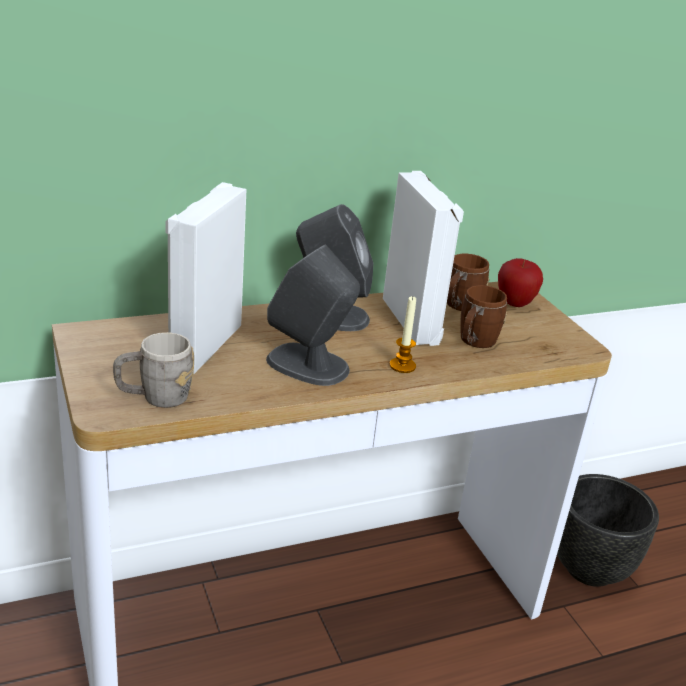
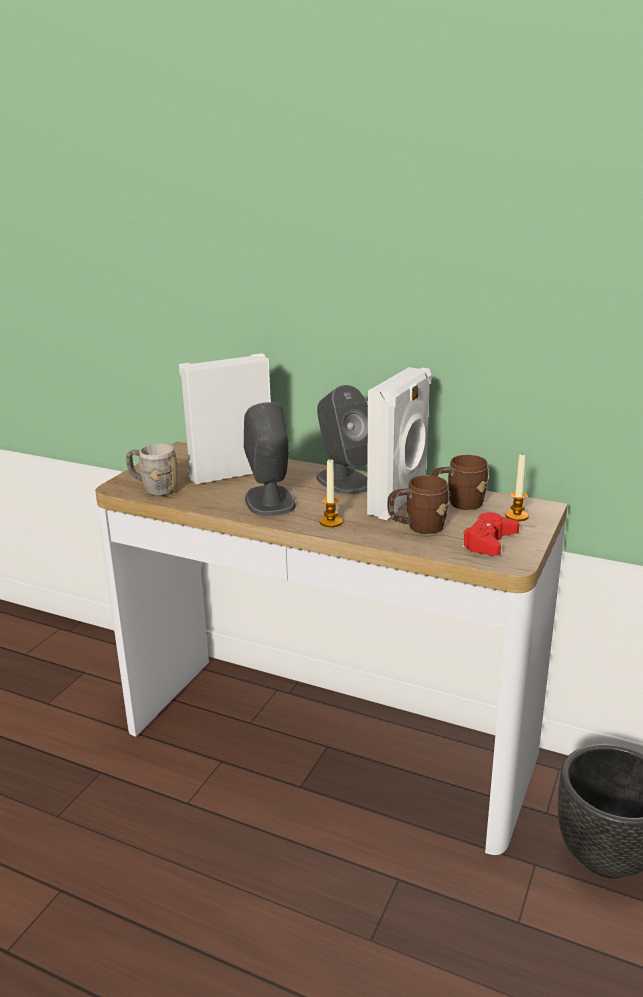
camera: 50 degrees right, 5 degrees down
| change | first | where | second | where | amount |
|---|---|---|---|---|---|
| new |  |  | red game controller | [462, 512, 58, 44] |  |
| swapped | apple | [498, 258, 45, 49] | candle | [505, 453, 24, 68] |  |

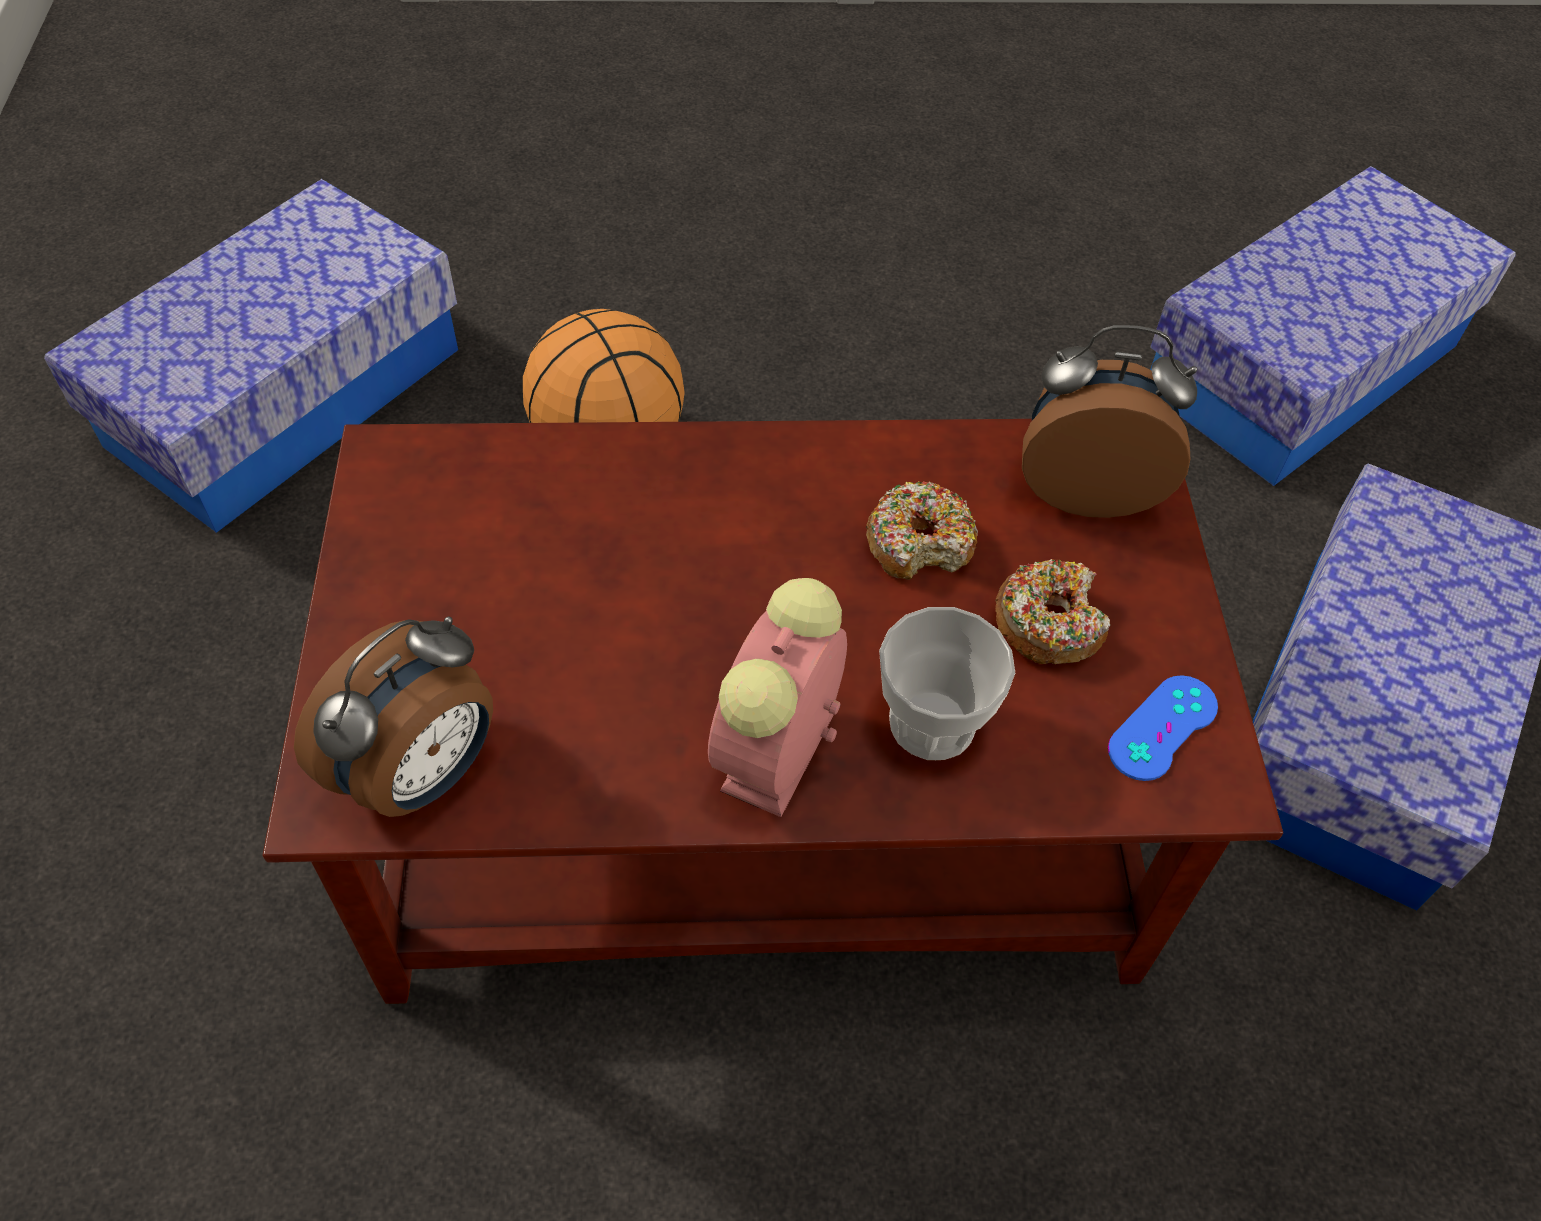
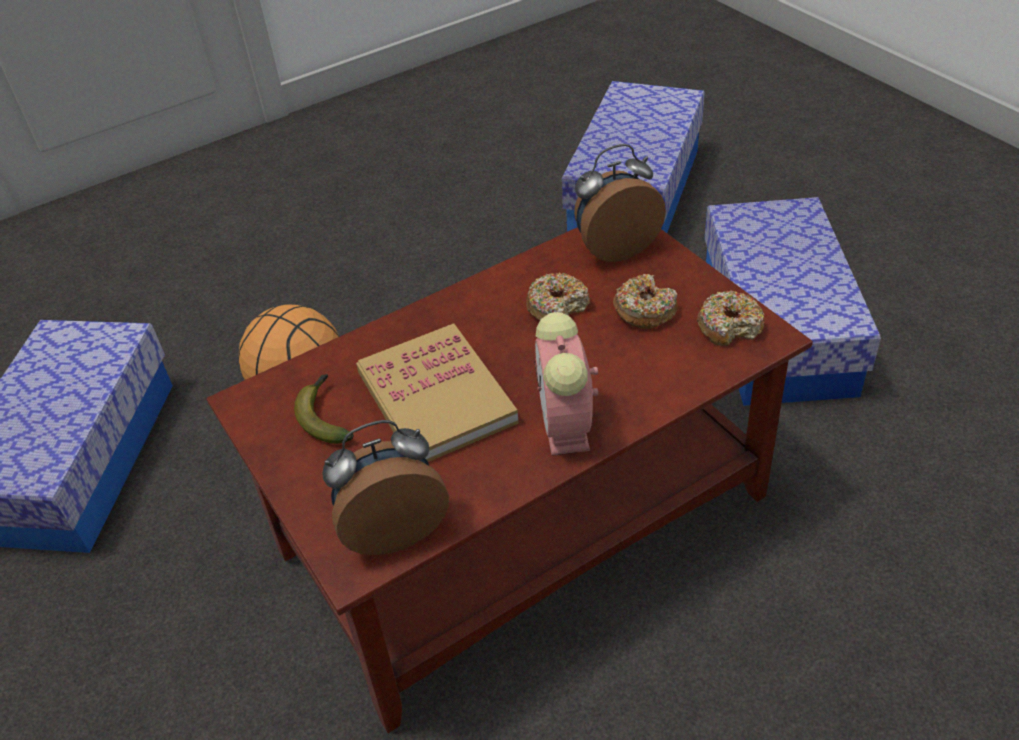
camera: 25 degrees left, 10 degrees down
| change | first | where | second | where | amount |
|---|---|---|---|---|---|
| gone | cup | [879, 607, 136, 153] |  |  |  |
| new |  |  | banana | [294, 374, 60, 70] |  |
| new |  |  | book | [356, 323, 163, 139] |  |
| swapped | blue game controller | [1108, 676, 110, 105] | donut | [697, 291, 68, 55] |  |
| rotated | alarm clock | [294, 616, 199, 201] |  | [322, 420, 127, 135] | 120 degrees counterclockwise |

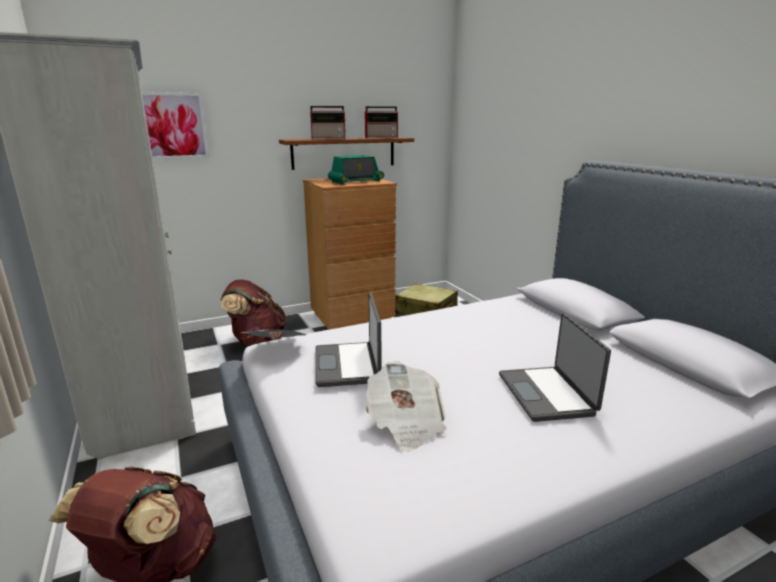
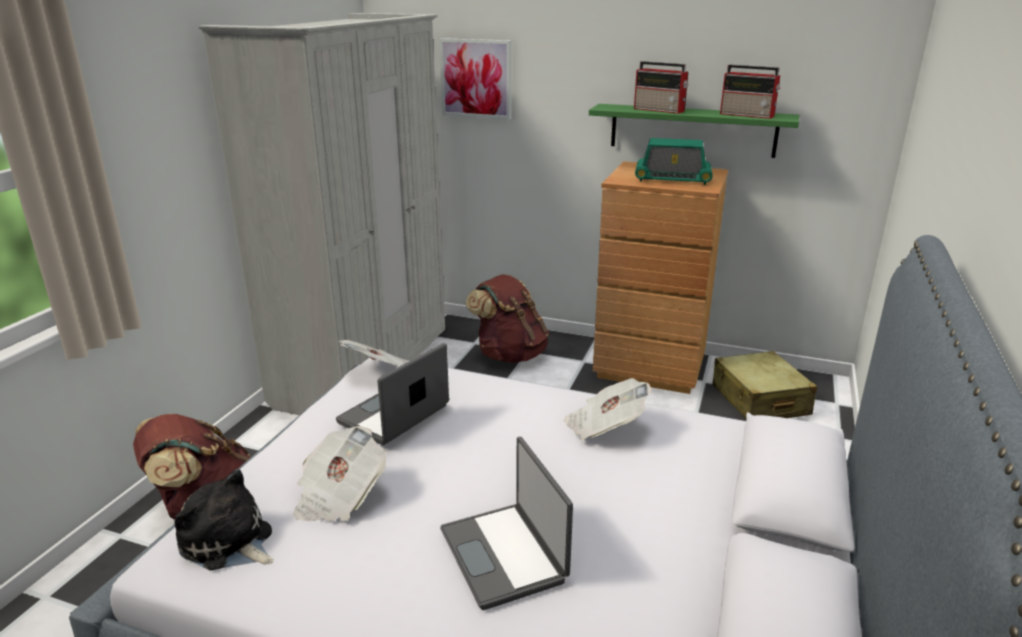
camera: 45 degrees right, 5 degrees up
| change | first | where | second | where | amount |
|---|---|---|---|---|---|
| new |  |  | plush toy | [174, 469, 100, 102] |  |
| new |  |  | newspaper | [564, 378, 88, 62] |  |
| repainted | brown shelf | [279, 137, 135, 33] | green shelf | [589, 104, 210, 54] |  |
| rotated | laptop | [499, 313, 112, 109] |  | [440, 437, 133, 173] | 60 degrees counterclockwise |

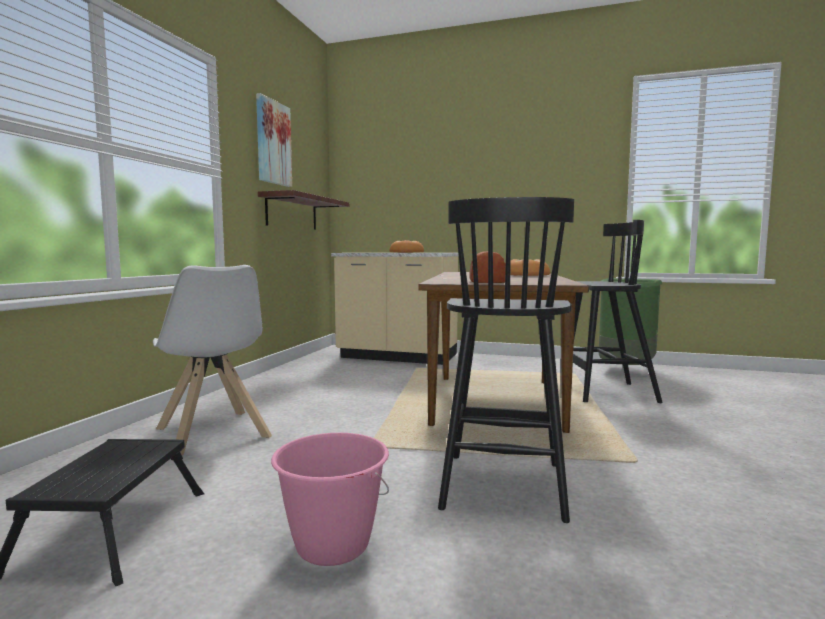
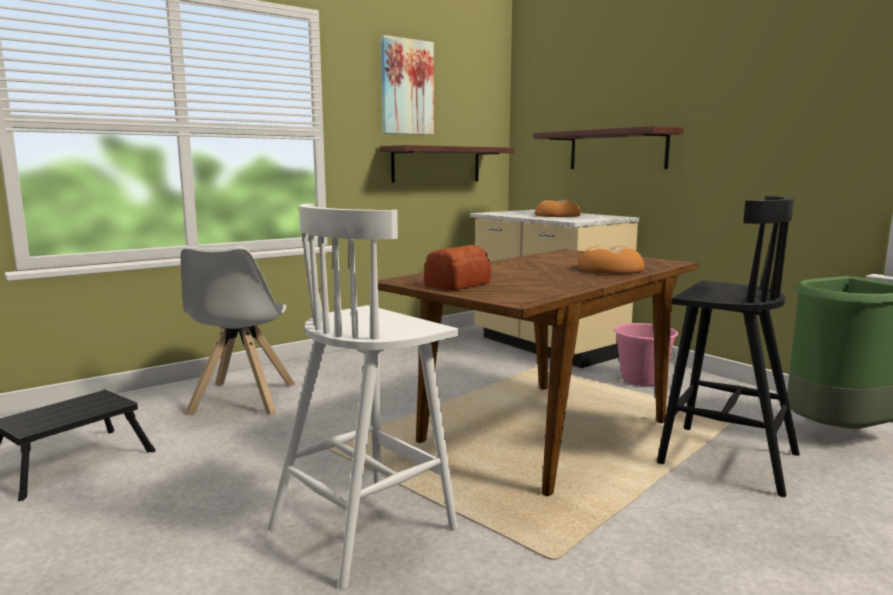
camera: 35 degrees right, 5 degrees up
| change | first | where | second | where | amount |
|---|---|---|---|---|---|
| new |  |  | shelf | [533, 126, 151, 43] |  |
| shifted | pink bucket | [271, 433, 118, 133] |  | [614, 323, 64, 63] |  |
| repainted | black stool | [438, 197, 136, 326] | white stool | [268, 204, 191, 386] |  |

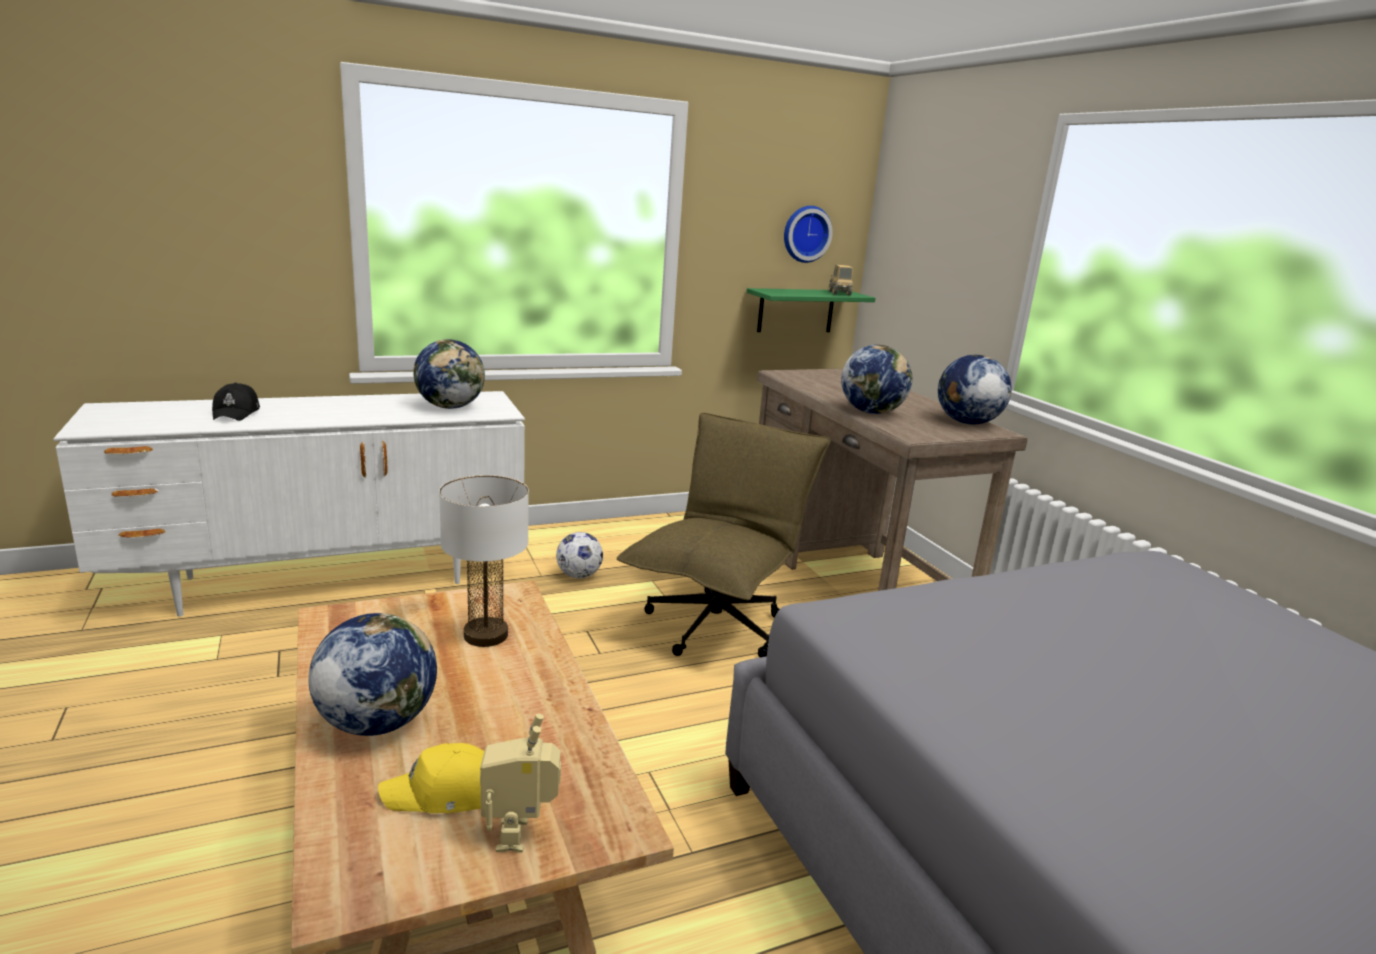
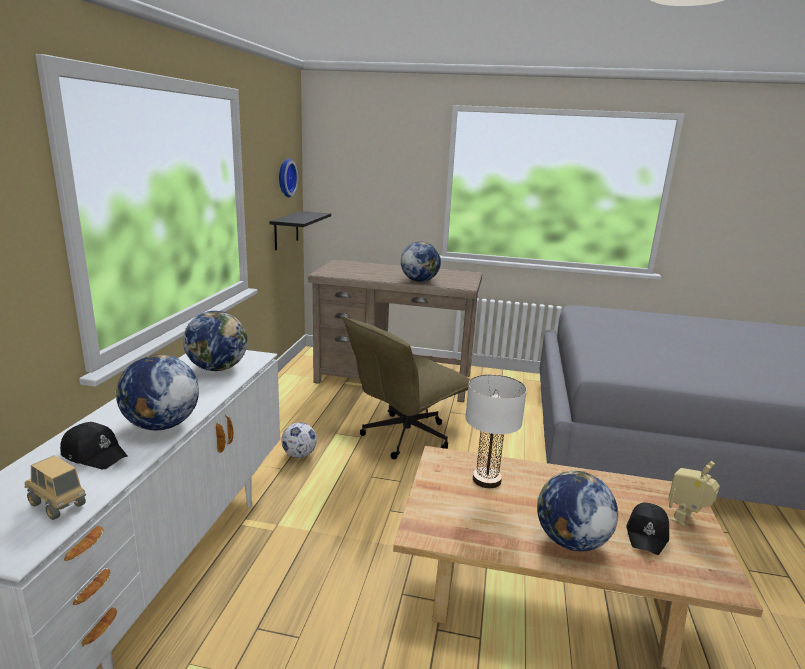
camera: 55 degrees left, 0 degrees up
| change | first | where | second | where | amount |
|---|---|---|---|---|---|
| shifted | toy truck | [829, 265, 24, 30] |  | [24, 455, 62, 65] |  |
| shifted | globe | [938, 355, 74, 69] |  | [115, 354, 84, 76] |  |
| repainted | yellow cap | [378, 743, 106, 70] | black cap | [626, 503, 43, 52] |  |
| repainted | green shelf | [746, 288, 130, 44] | black shelf | [269, 211, 62, 39] |  |
| rotated | toy robot | [480, 713, 81, 139] |  | [668, 461, 52, 65] | 105 degrees clockwise |
| rotated | beige office chair | [617, 413, 214, 244] |  | [343, 317, 127, 142] | 105 degrees counterclockwise |

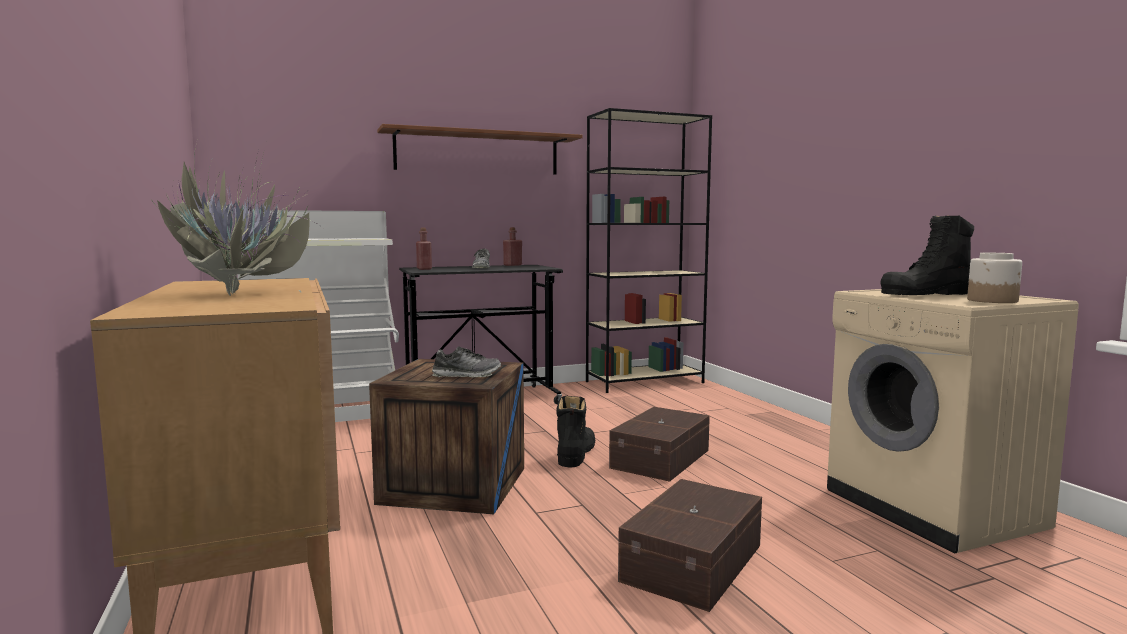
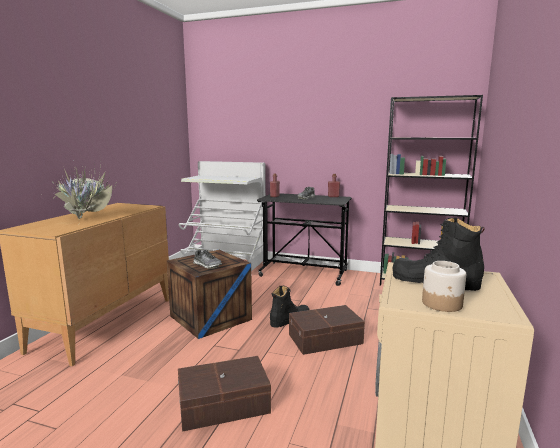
camera: 40 degrees right, 5 degrees up
| change | first | where | second | where | amount |
|---|---|---|---|---|---|
| gone | brown shelf | [377, 124, 206, 51] |  |  |  |

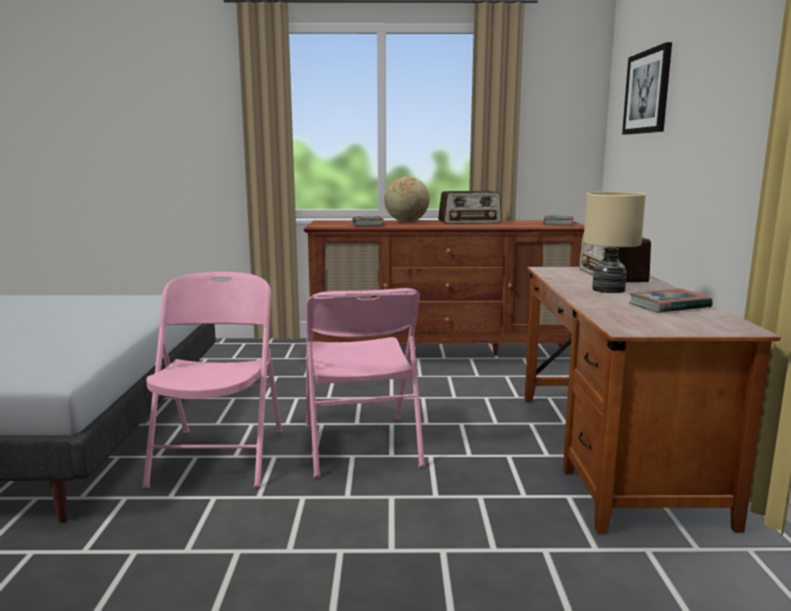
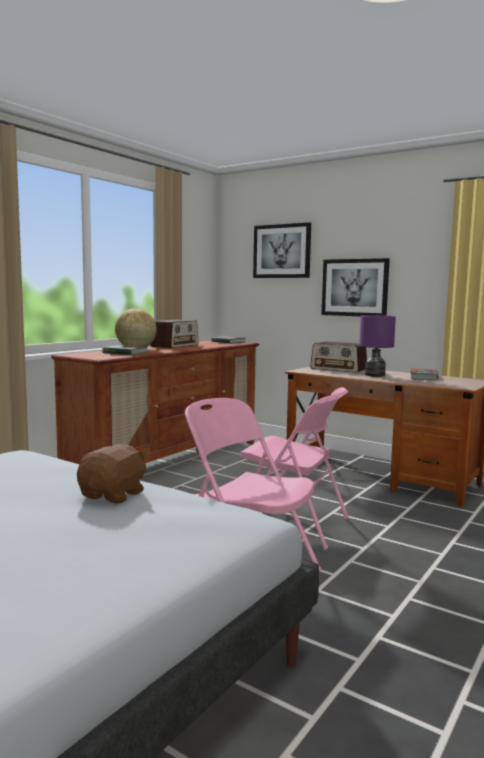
camera: 55 degrees left, 5 degrees down
| change | first | where | second | where | amount |
|---|---|---|---|---|---|
| new |  |  | brown plush toy | [77, 444, 71, 60] |  |
| new |  |  | picture | [321, 258, 69, 58] |  |
| repainted | beige table lamp | [583, 192, 63, 101] | purple table lamp | [359, 315, 37, 62] |  |

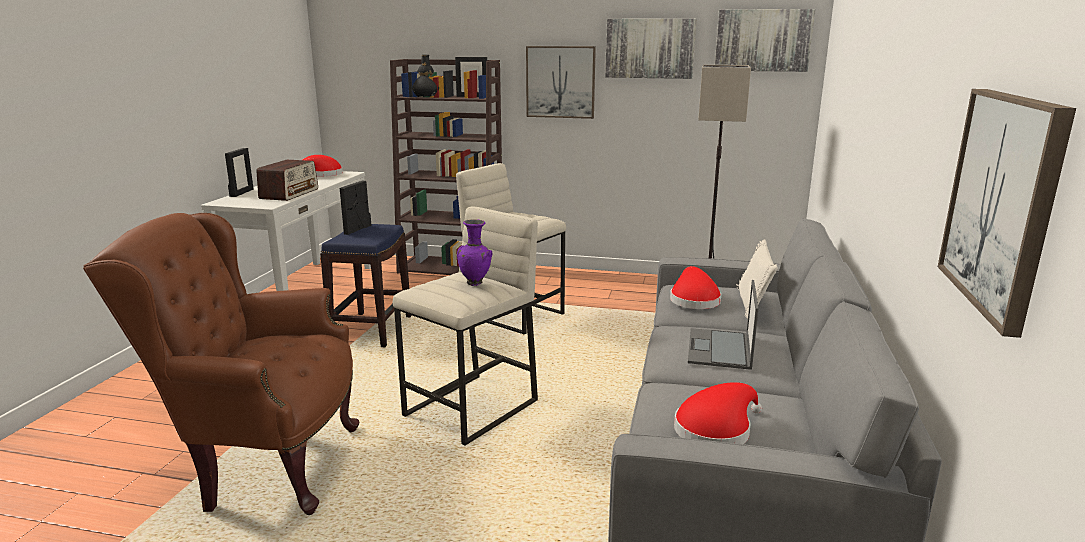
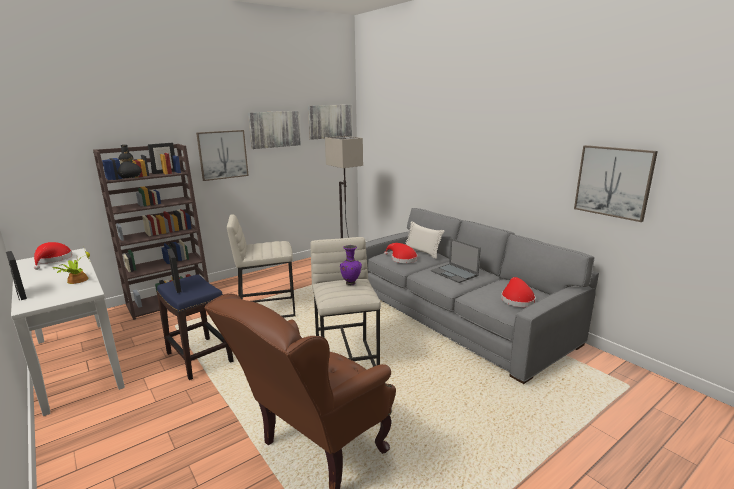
camera: 50 degrees left, 0 degrees up
| change | first | where | second | where | amount |
|---|---|---|---|---|---|
| swapped | radio | [257, 160, 61, 41] | potted plant | [52, 246, 38, 38] |  |

